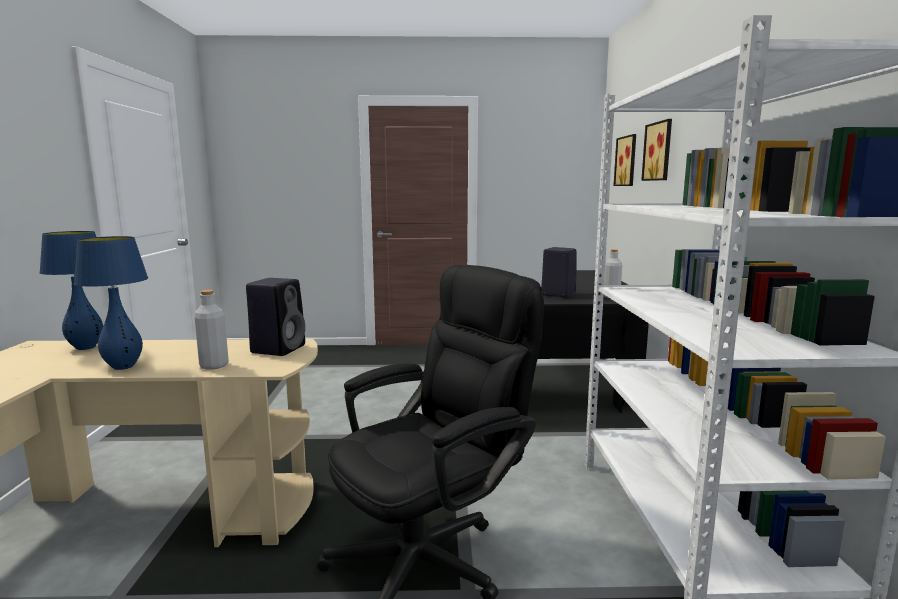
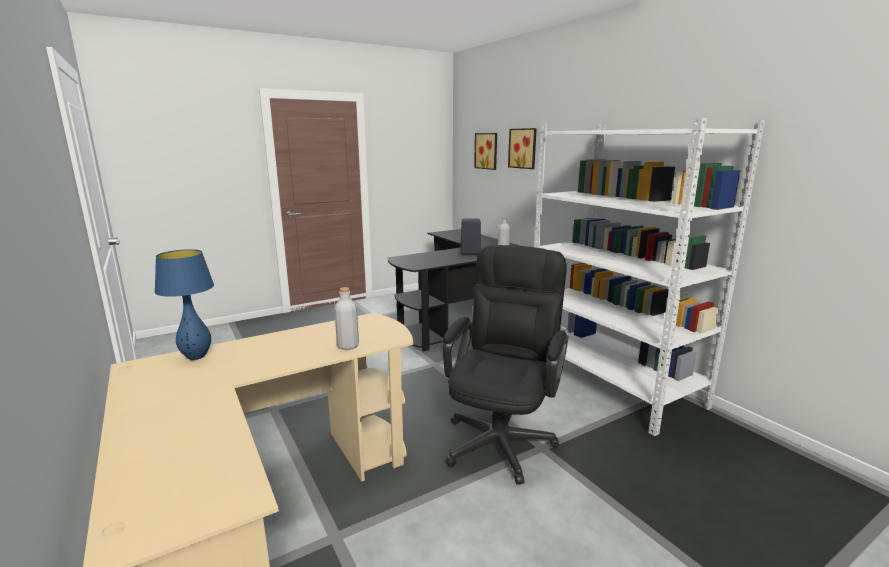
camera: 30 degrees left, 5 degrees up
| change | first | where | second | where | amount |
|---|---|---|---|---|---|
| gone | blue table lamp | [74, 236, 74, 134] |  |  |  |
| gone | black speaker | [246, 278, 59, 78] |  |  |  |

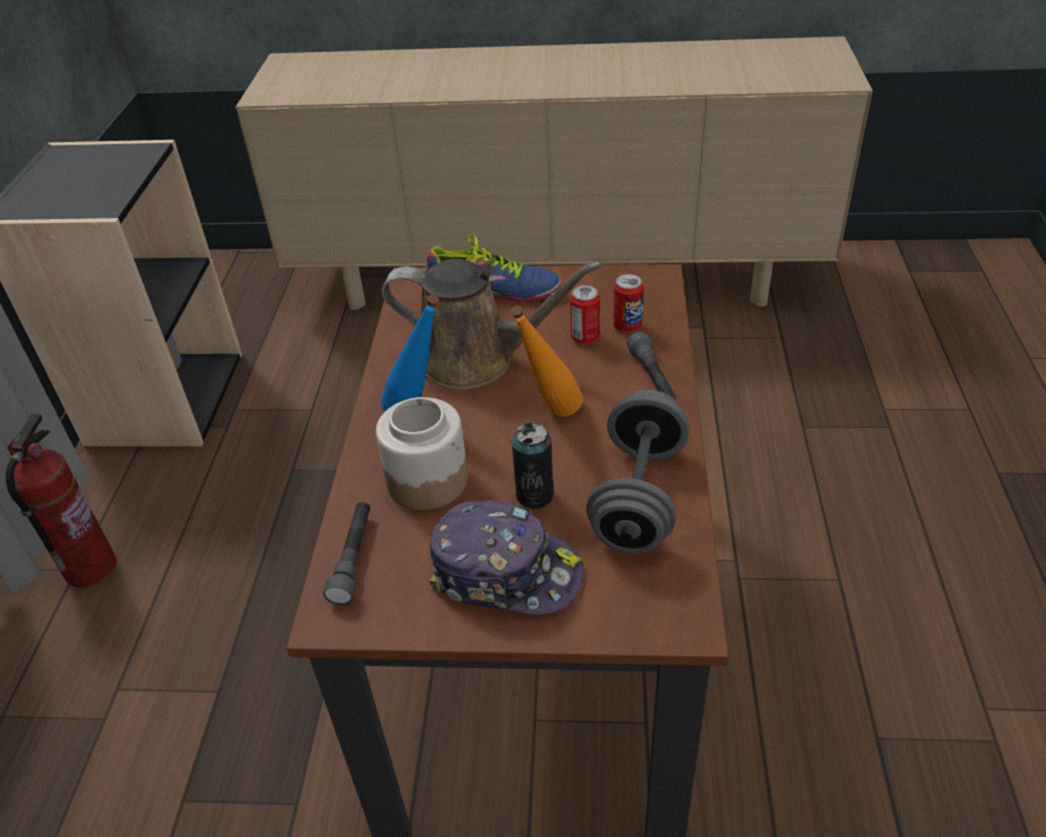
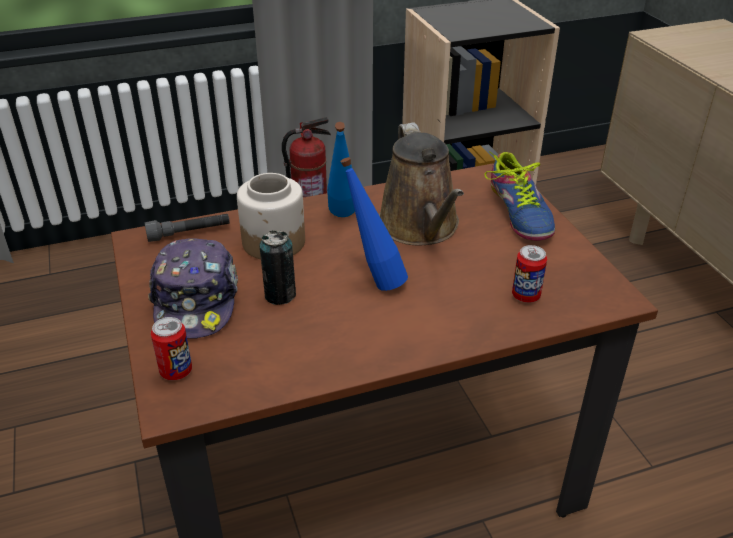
camera: 65 degrees right, 5 degrees down
| change | first | where | second | where | amount |
|---|---|---|---|---|---|
| gone | grey dumbbell | [586, 390, 103, 164] |  |  |  |
| gone | grey flashlight | [627, 332, 49, 68] |  |  |  |
| shifted | can | [570, 285, 30, 59] |  | [151, 317, 41, 63] |  |
| repainted | orange bottle | [510, 305, 73, 112] | blue bottle | [340, 157, 68, 134] |  |

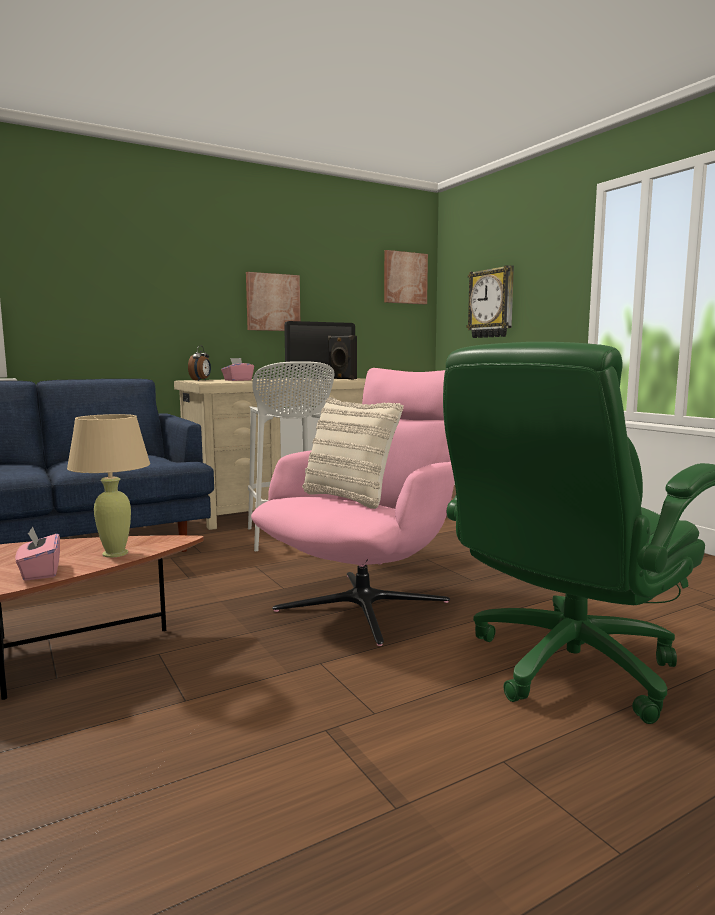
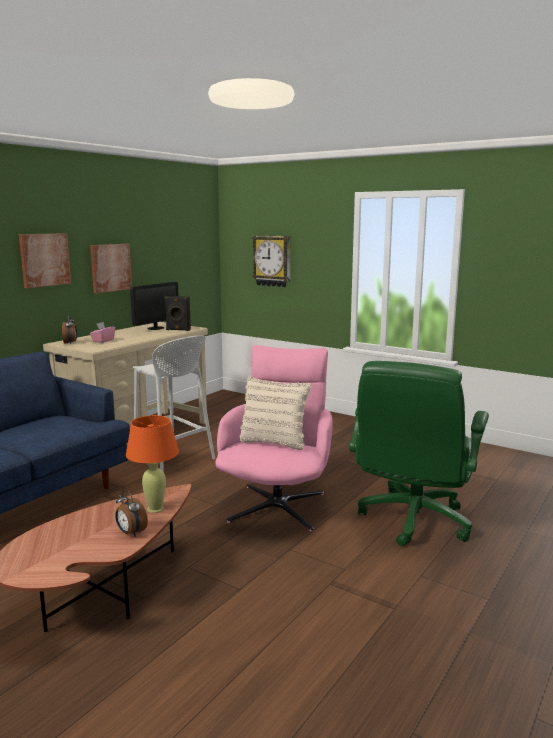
camera: 25 degrees left, 5 degrees up
| change | first | where | second | where | amount |
|---|---|---|---|---|---|
| shifted | picture | [384, 250, 44, 54] |  | [19, 233, 52, 55] |  |
| swapped | pink tissue box | [15, 526, 45, 55] | alarm clock | [115, 490, 33, 47] |  |
| repainted | beige table lamp | [67, 414, 83, 144] | orange table lamp | [126, 415, 53, 98] |  |

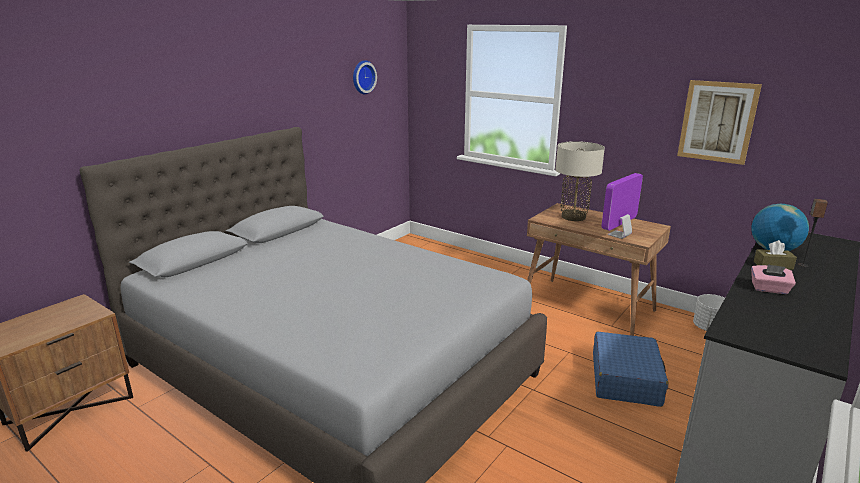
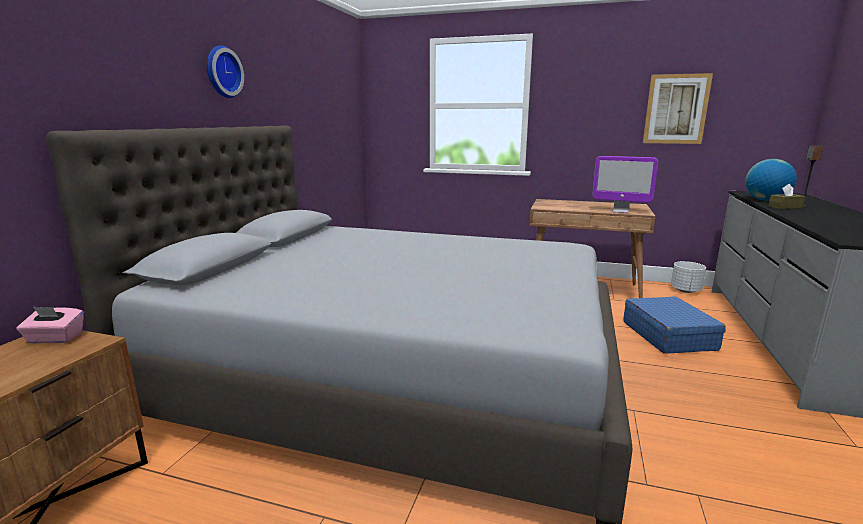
camera: 20 degrees left, 5 degrees down
| change | first | where | second | where | amount |
|---|---|---|---|---|---|
| gone | table lamp | [555, 141, 50, 80] |  |  |  |
| shifted | wall clock | [353, 60, 24, 34] |  | [207, 45, 37, 53] |  |
| shifted | pink tissue box | [751, 264, 45, 30] |  | [17, 307, 67, 37] |  |
| rotated | monitor | [601, 173, 42, 66] |  | [592, 156, 66, 57] | 90 degrees counterclockwise |

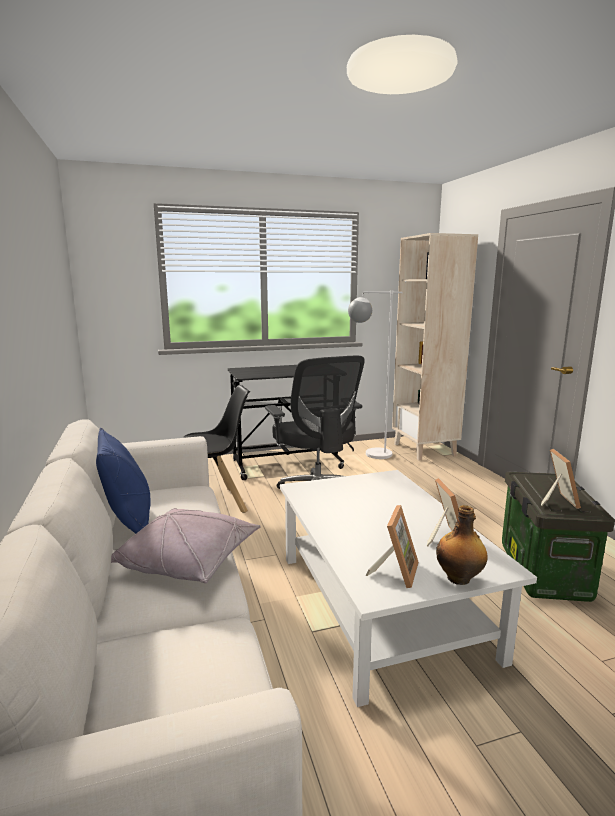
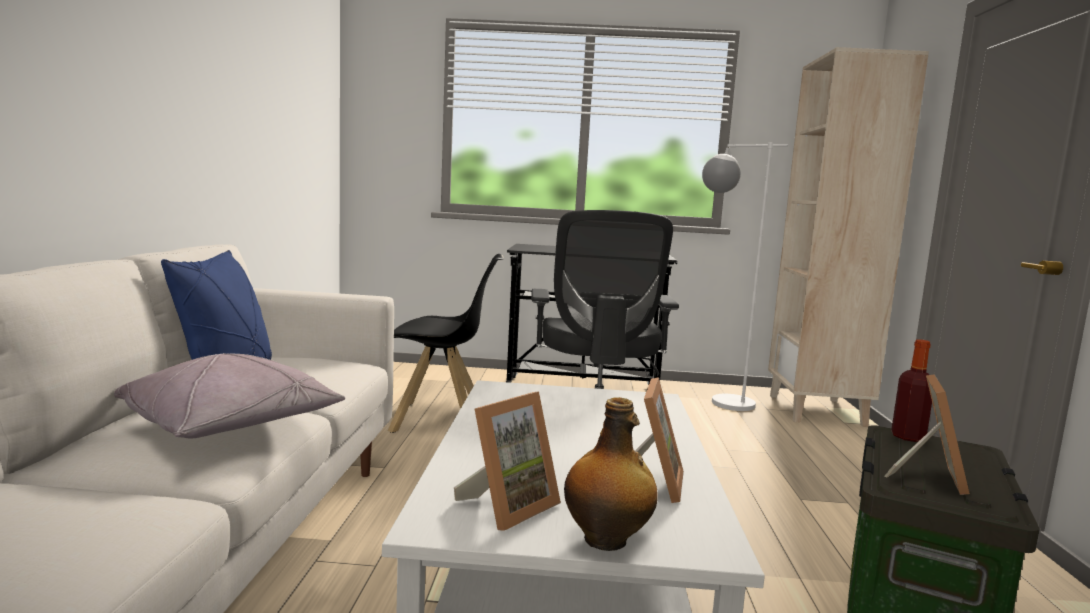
camera: 20 degrees right, 5 degrees down
| change | first | where | second | where | amount |
|---|---|---|---|---|---|
| new |  |  | bottle | [891, 339, 41, 103] |  |

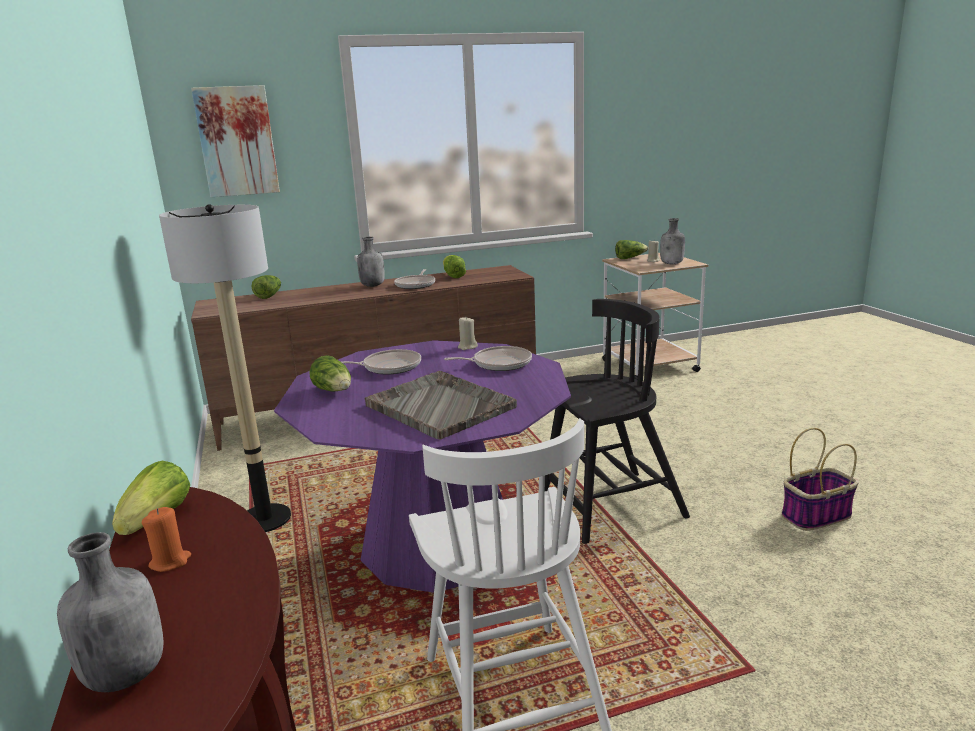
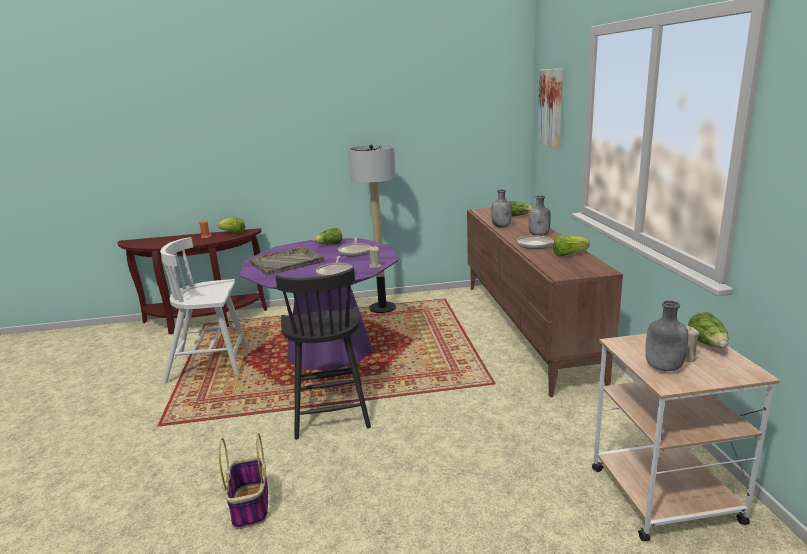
camera: 100 degrees right, 0 degrees up
| change | first | where | second | where | amount |
|---|---|---|---|---|---|
| shifted | grey bottle | [57, 532, 106, 160] |  | [491, 190, 21, 37] |  |

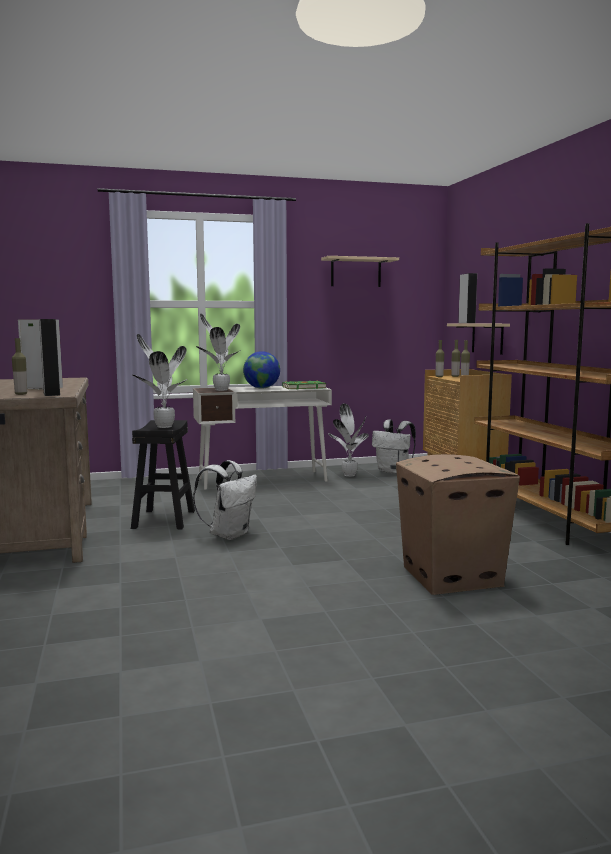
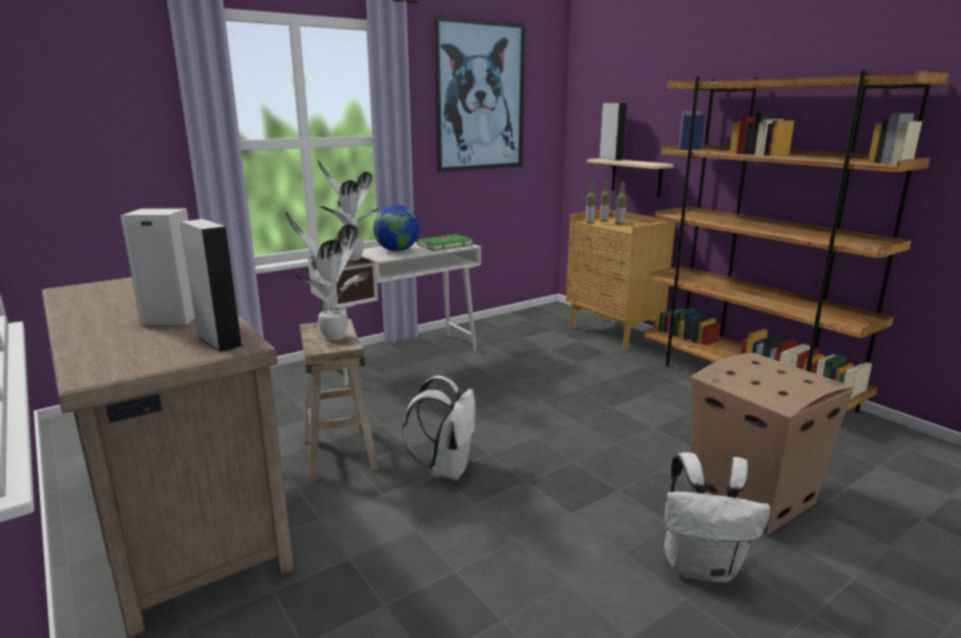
camera: 20 degrees left, 10 degrees up
| change | first | where | second | where | amount |
|---|---|---|---|---|---|
| gone | bottle | [12, 338, 15, 57] |  |  |  |
| gone | potted plant | [328, 403, 41, 74] |  |  |  |
| shifted | white backpack | [372, 419, 44, 55] |  | [664, 452, 107, 131] |  |
| swapped | beige shelf | [321, 256, 78, 31] | picture | [434, 16, 92, 156] |  |
| repainted | black stool | [131, 420, 64, 109] | beige stool | [300, 319, 79, 162] |  |

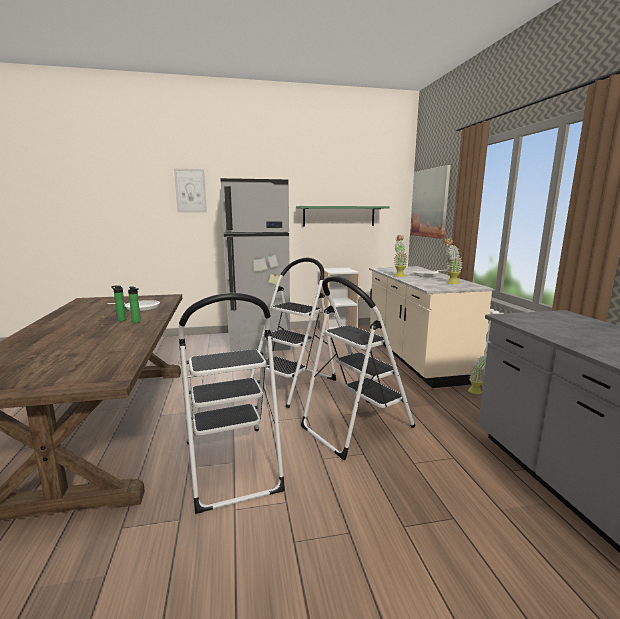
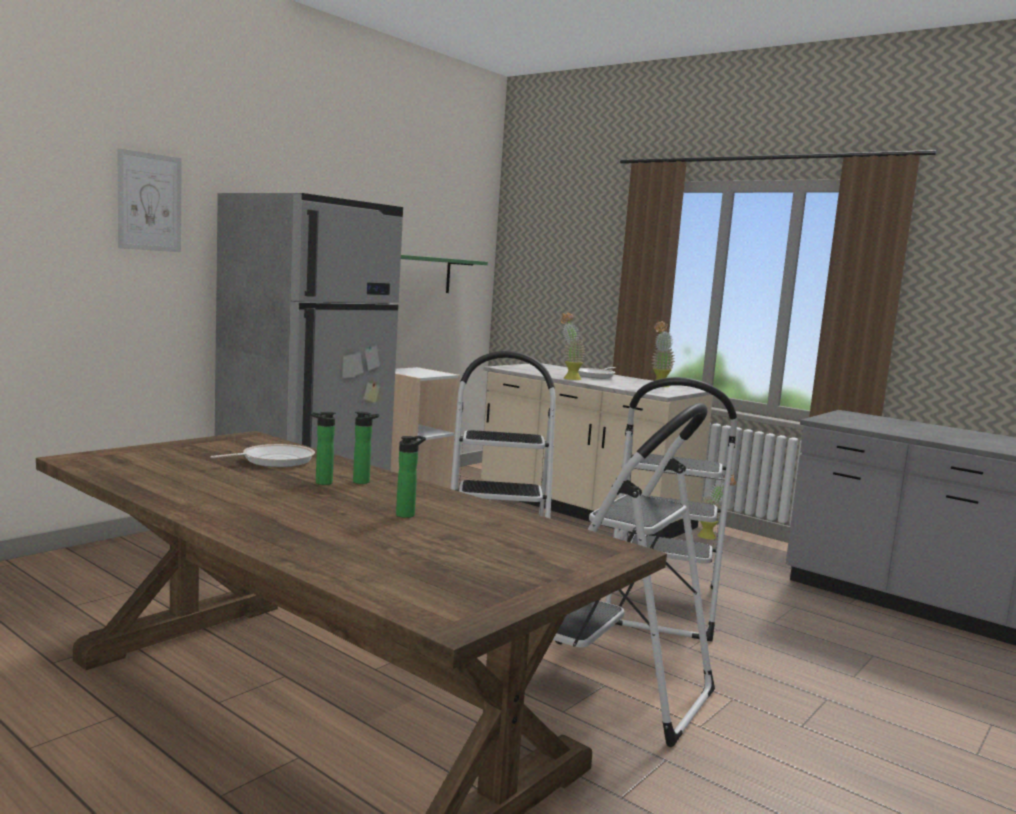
camera: 40 degrees left, 5 degrees down
| change | first | where | second | where | amount |
|---|---|---|---|---|---|
| gone | picture | [410, 165, 41, 74] |  |  |  |
| new |  |  | bottle | [396, 436, 30, 82] |  |

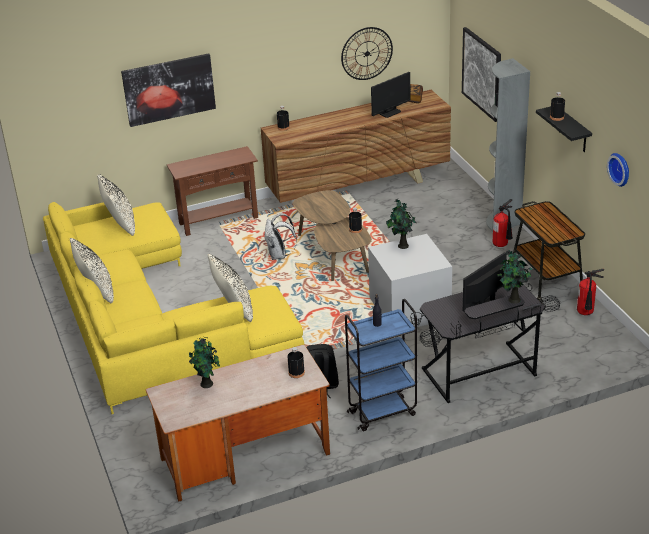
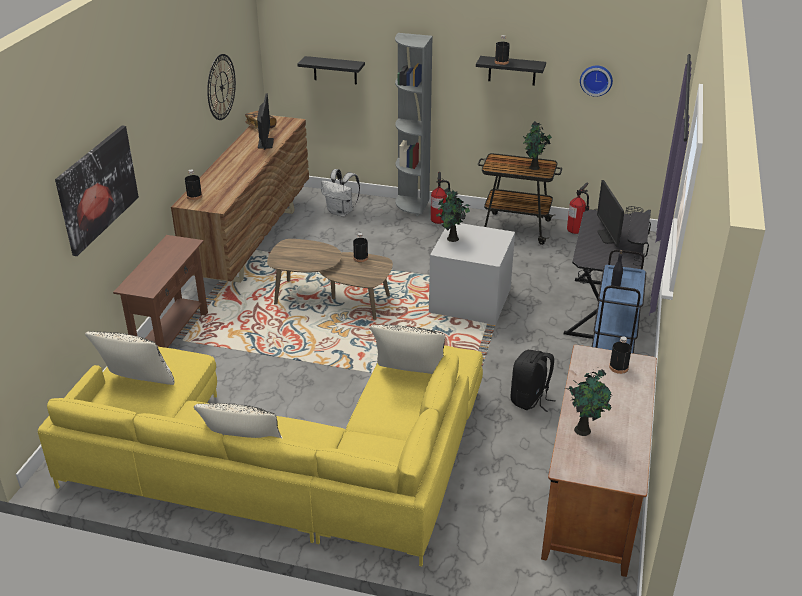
camera: 55 degrees left, 0 degrees up
| change | first | where | second | where | amount |
|---|---|---|---|---|---|
| shifted | white backpack | [264, 213, 33, 47] |  | [321, 169, 39, 48] |  |
| shifted | potted plant | [497, 250, 37, 54] |  | [523, 121, 29, 49] |  |
| swapped | picture | [462, 27, 39, 95] | black shelf | [297, 56, 68, 29] |  |

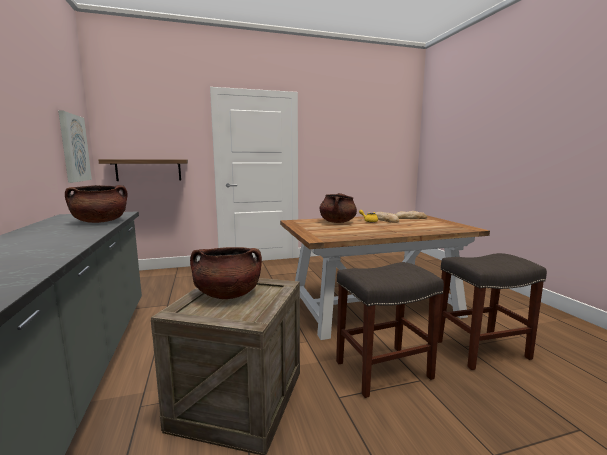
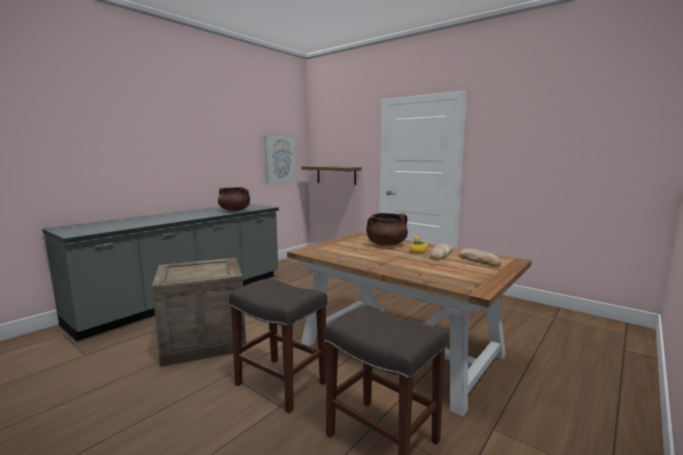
camera: 55 degrees right, 0 degrees up
| change | first | where | second | where | amount |
|---|---|---|---|---|---|
| gone | brown cooking pot | [190, 247, 72, 52] |  |  |  |

